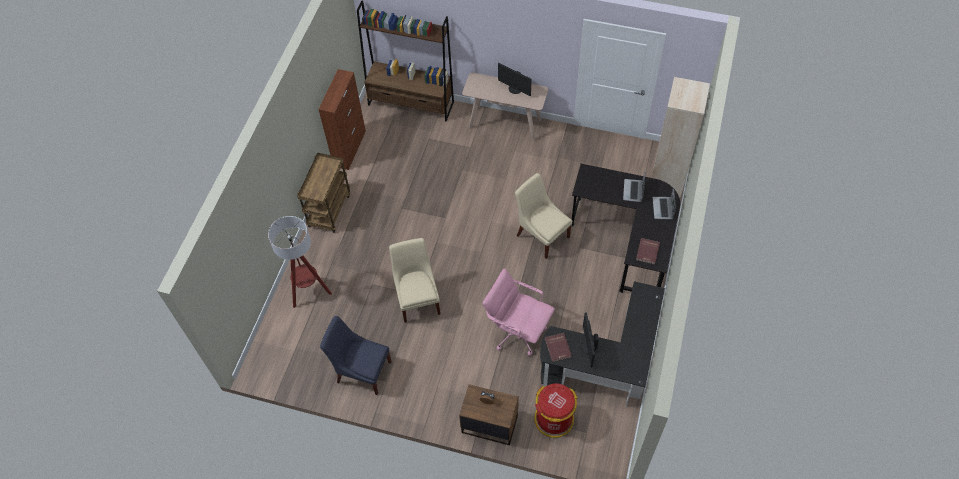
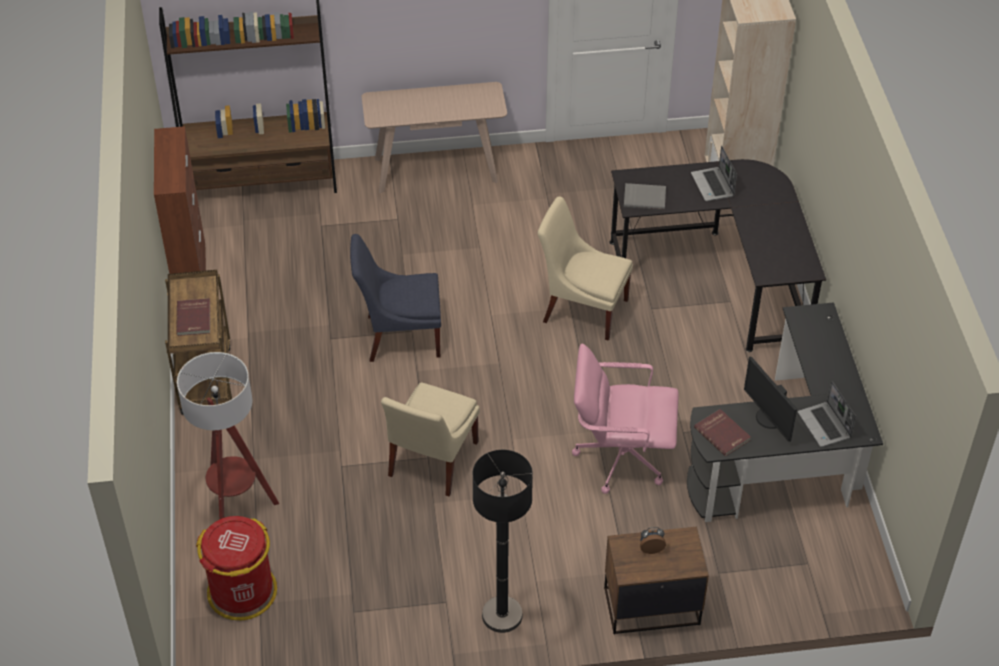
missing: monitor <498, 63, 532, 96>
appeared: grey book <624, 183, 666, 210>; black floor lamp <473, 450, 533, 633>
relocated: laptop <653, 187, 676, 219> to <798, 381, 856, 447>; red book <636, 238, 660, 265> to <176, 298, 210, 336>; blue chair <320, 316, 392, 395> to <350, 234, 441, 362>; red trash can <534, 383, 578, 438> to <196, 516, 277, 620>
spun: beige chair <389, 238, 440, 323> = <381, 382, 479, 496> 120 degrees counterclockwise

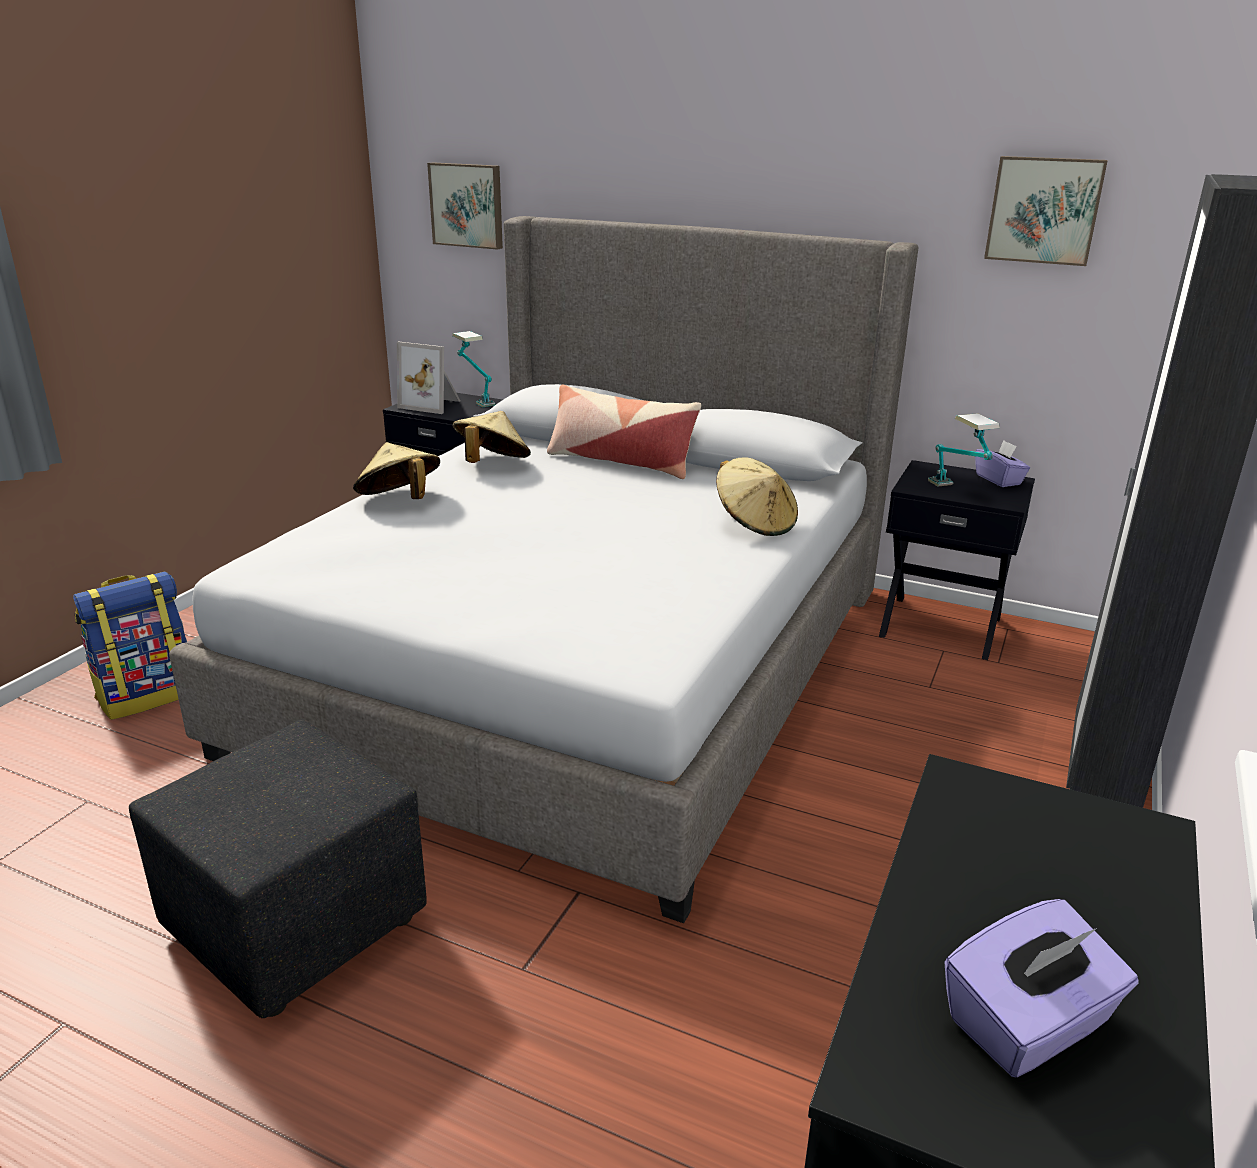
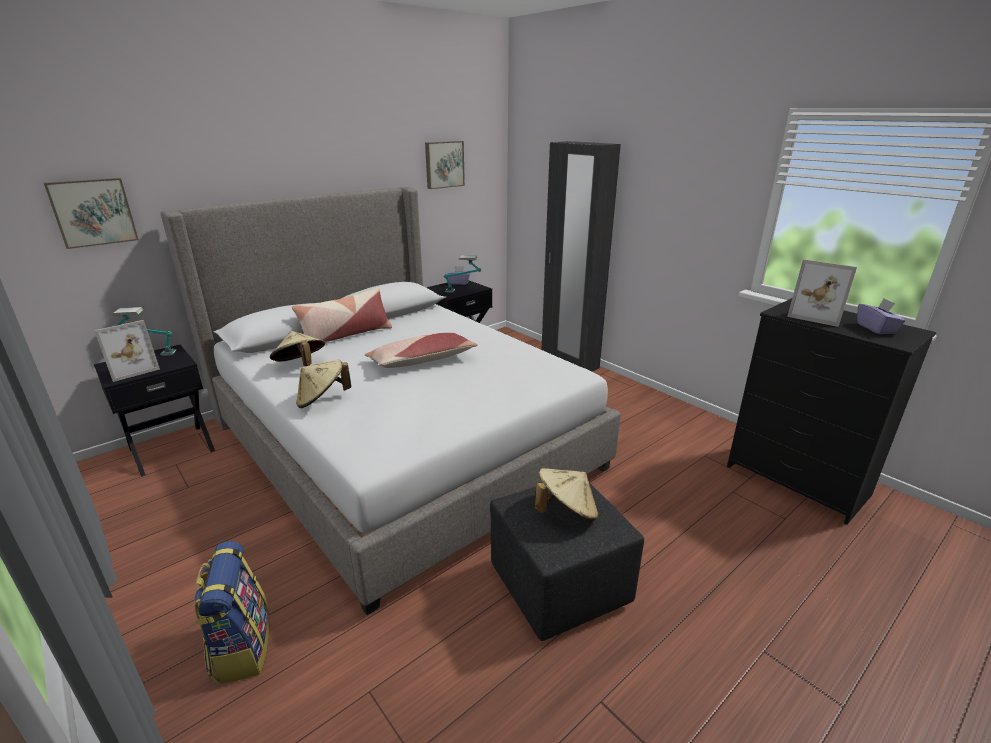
appeared: picture frame <787, 259, 857, 327>; pillow <365, 333, 478, 368>
relocated: beige hat <716, 458, 798, 536> to <535, 468, 599, 521>

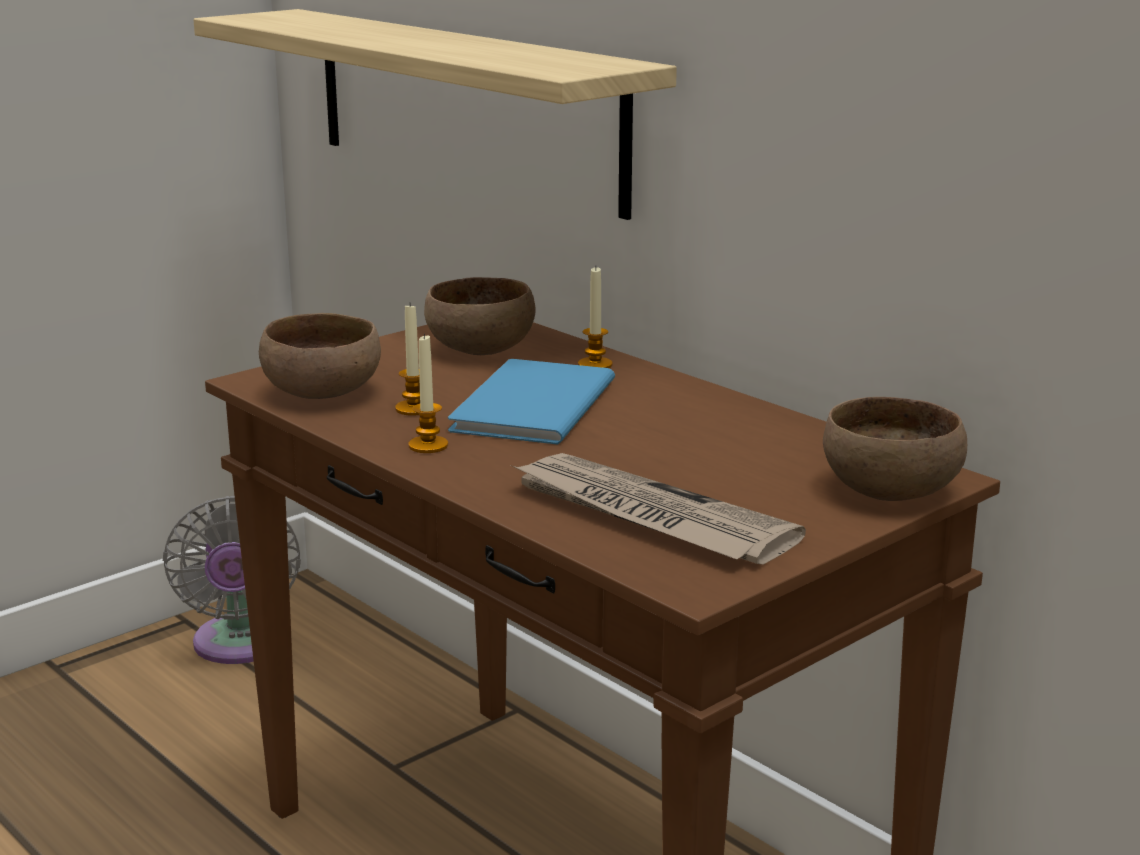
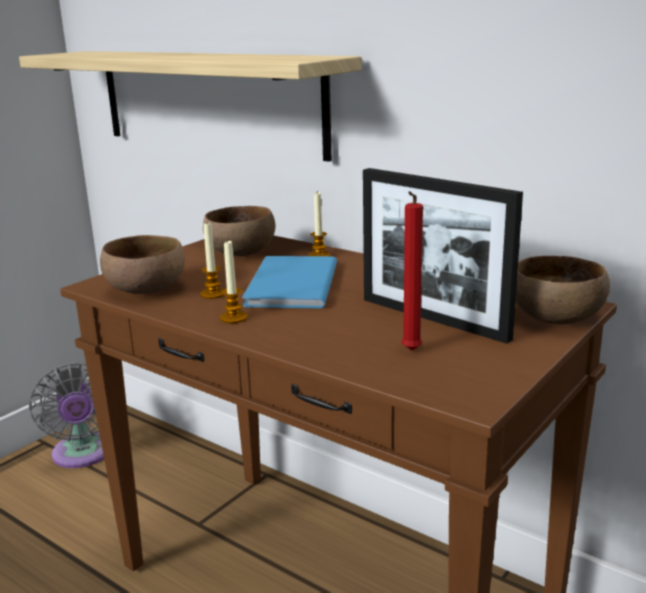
appeared: picture frame <363, 168, 523, 344>
exchanged: newspaper <511, 453, 806, 565> to red candle <401, 191, 423, 351>

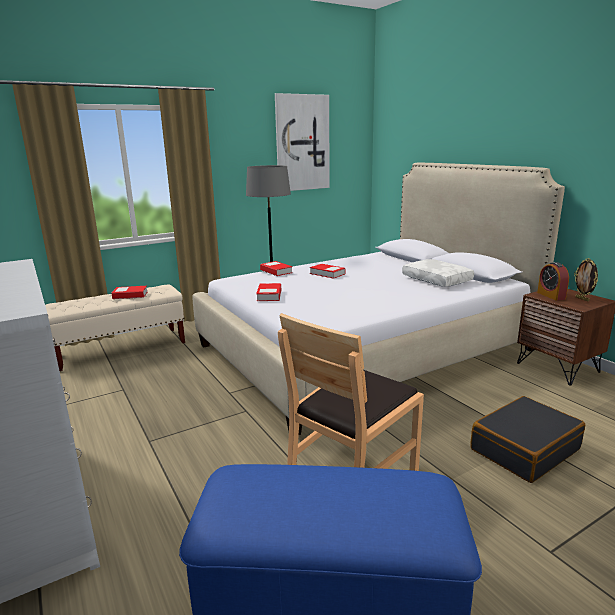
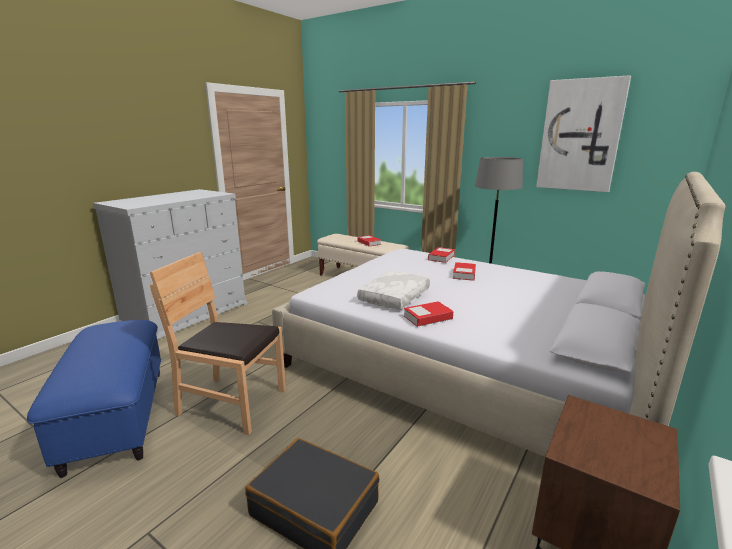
missing: picture frame <574, 258, 598, 302>; alarm clock <537, 262, 569, 301>
relocated: white pillow <402, 259, 474, 287> to <357, 271, 430, 310>; book <256, 283, 281, 301> to <404, 301, 453, 327>

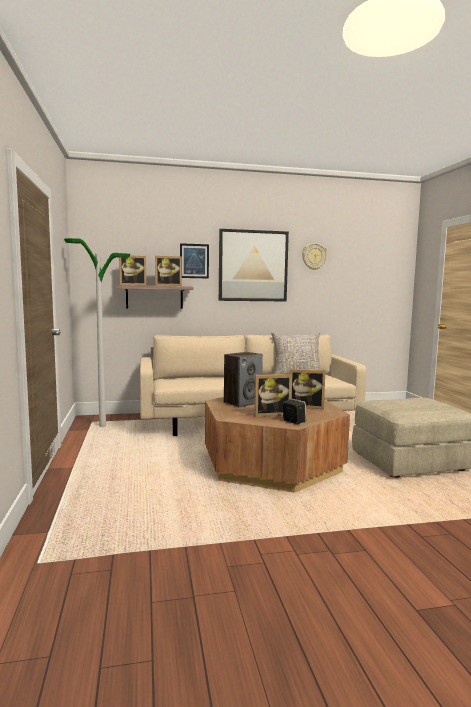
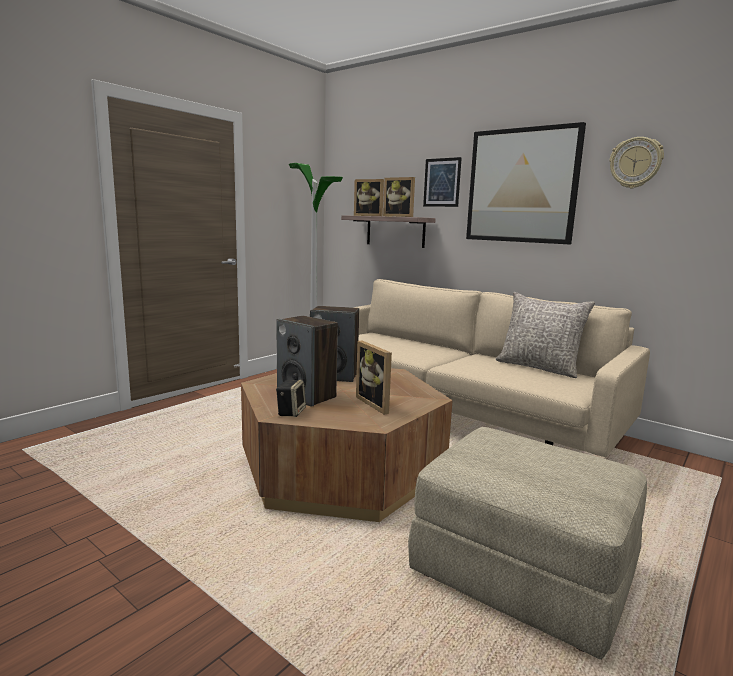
exchanged: picture frame <254, 374, 292, 417> to speaker <276, 316, 338, 407>

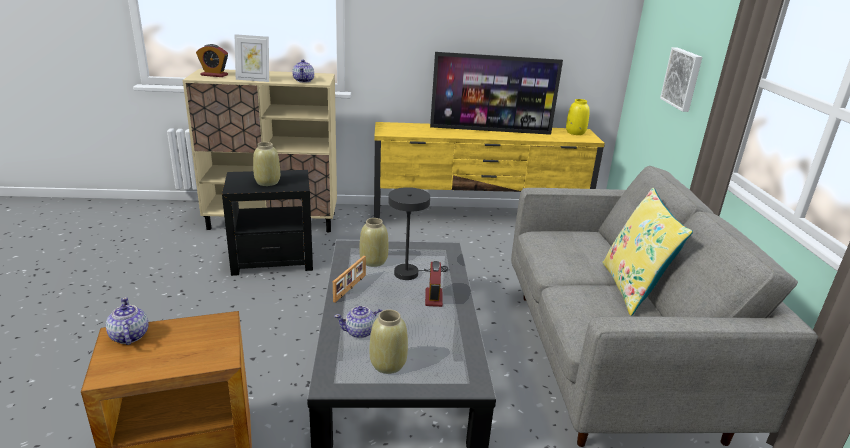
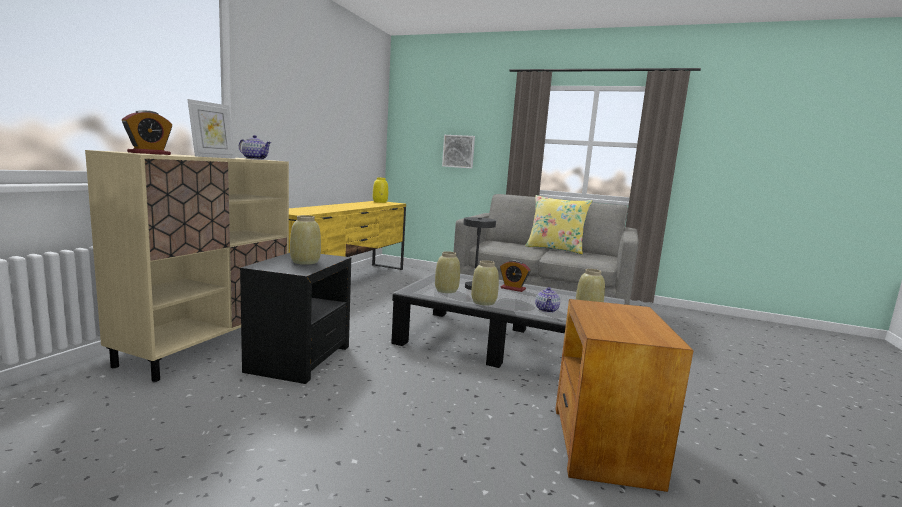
missing: television <430, 52, 563, 135>; teapot <106, 297, 149, 345>
exchanged: picture frame <333, 256, 366, 303> to beige vase <471, 260, 499, 306>

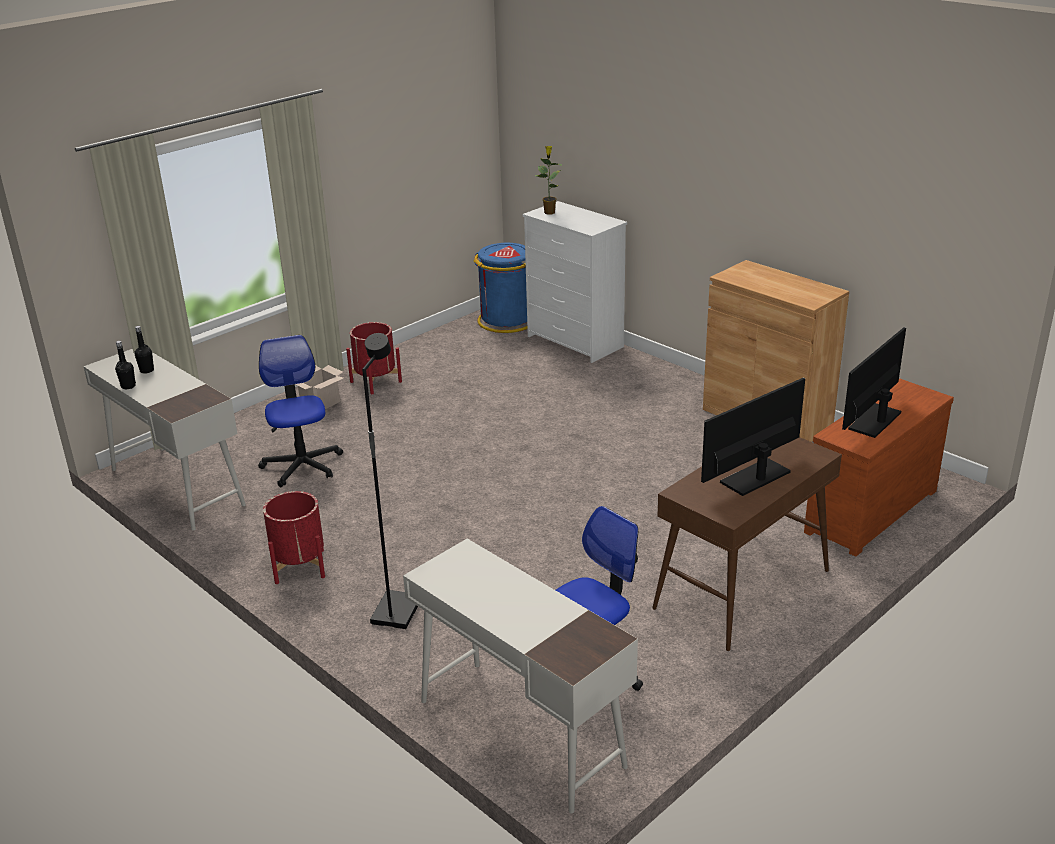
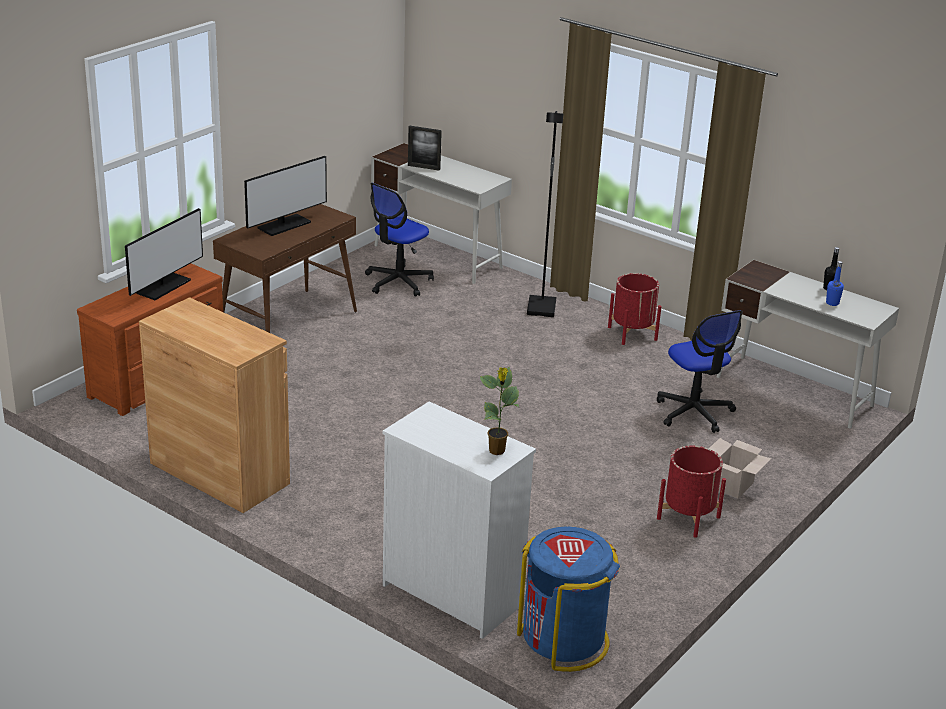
appeared: picture frame <408, 126, 442, 171>
colour: black bottle <134, 326, 154, 374> to blue bottle <826, 261, 844, 306>

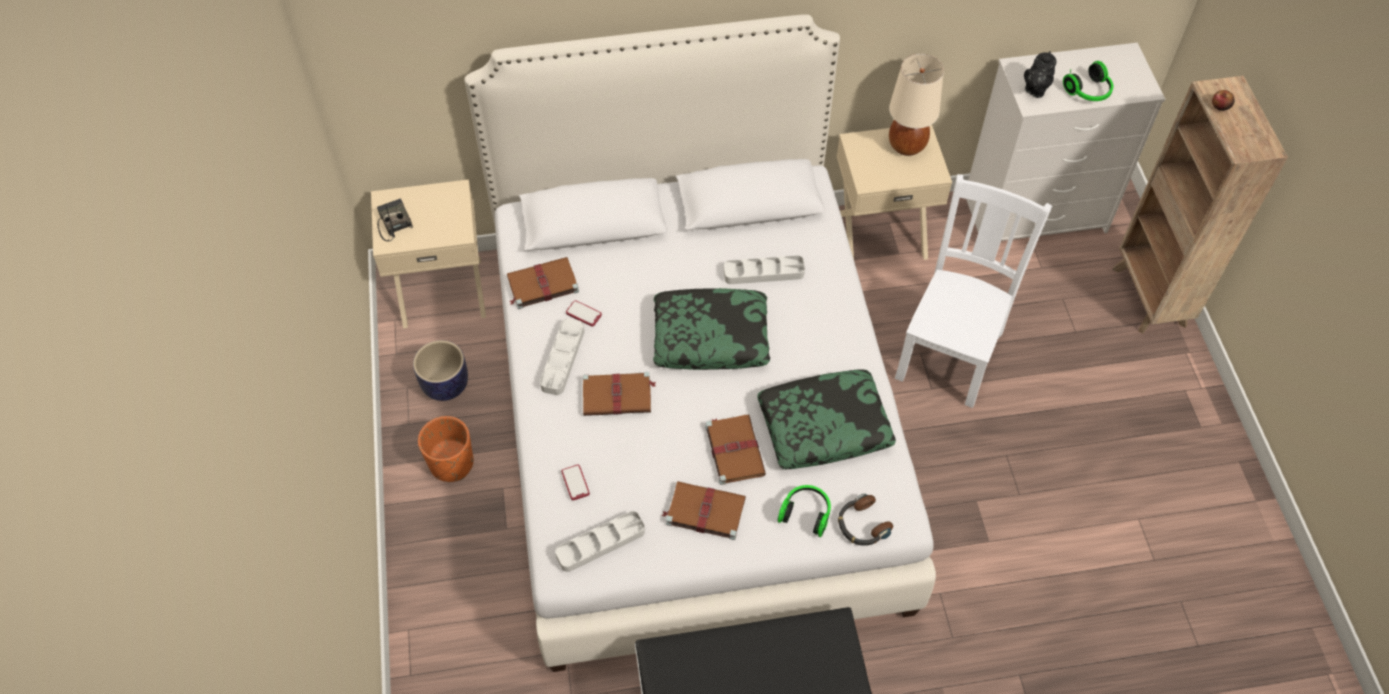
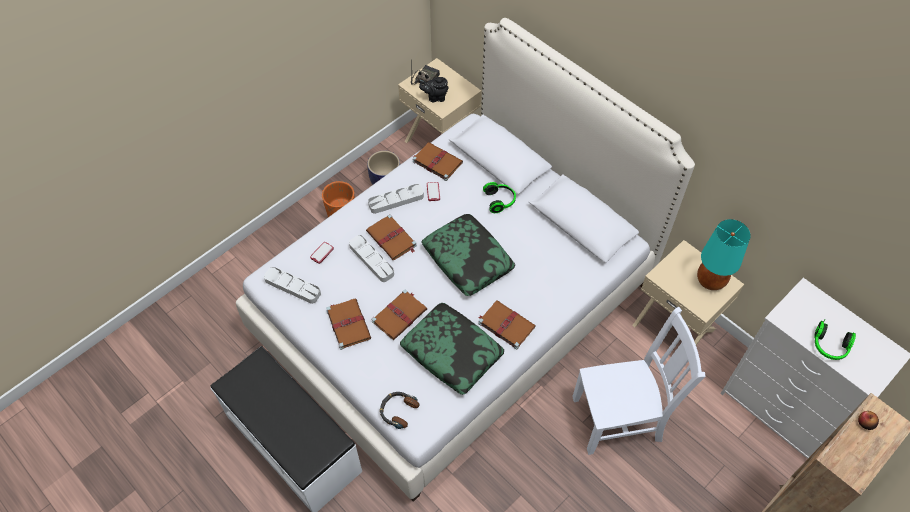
appeared: brown book <478, 300, 536, 350>
relocated: black teapot <1024, 51, 1057, 98> to <419, 77, 449, 103>; grey tray <724, 255, 805, 284> to <349, 235, 394, 282>; headphones <778, 485, 831, 537> to <483, 182, 516, 213>
colour: beige table lamp <889, 54, 944, 156> to turquoise table lamp <697, 219, 751, 290>

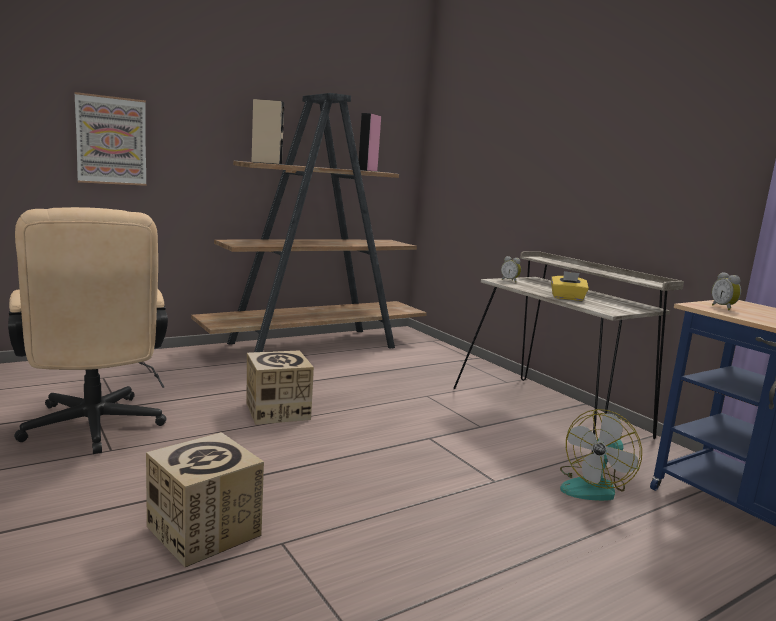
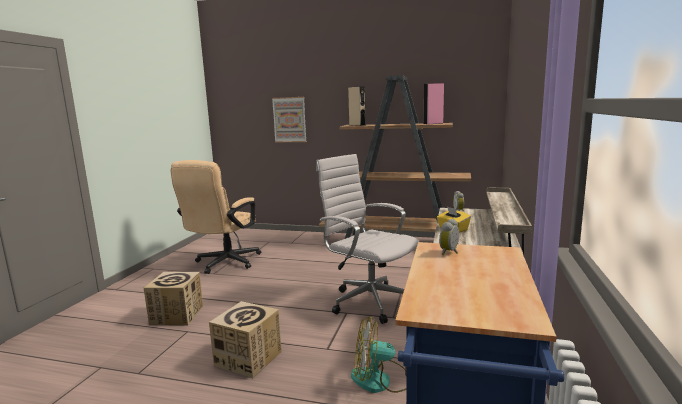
appeared: white office chair <316, 154, 419, 324>
relocated: cardboard box <246, 350, 314, 425> to <209, 301, 282, 378>

